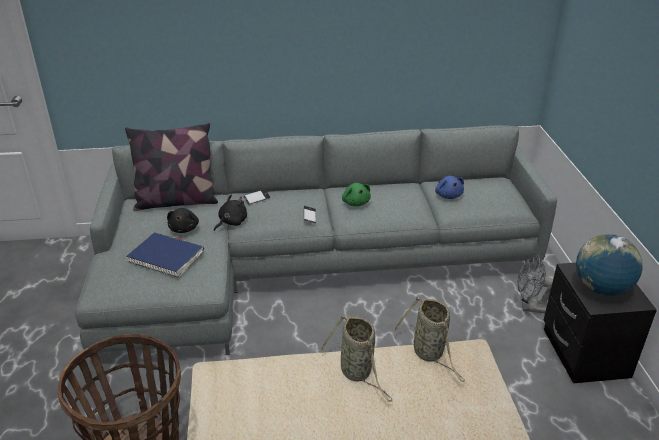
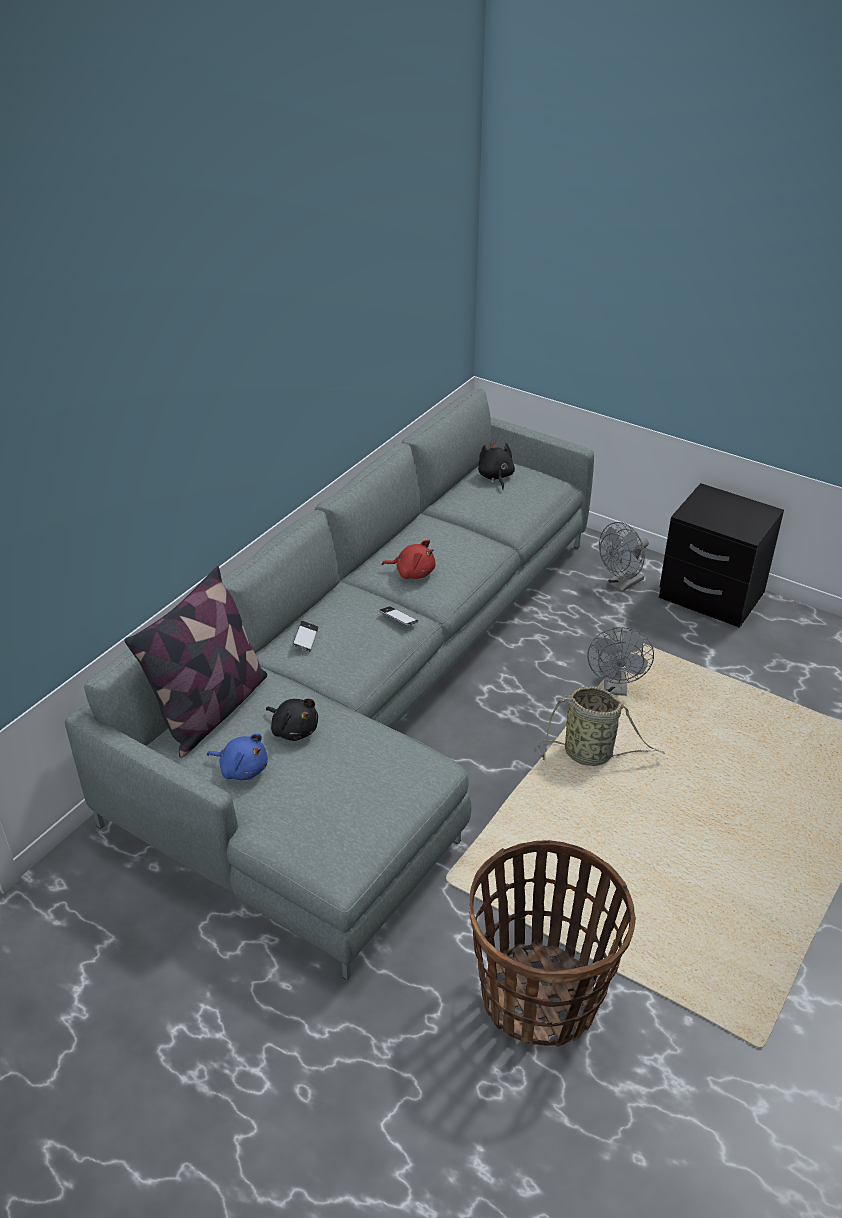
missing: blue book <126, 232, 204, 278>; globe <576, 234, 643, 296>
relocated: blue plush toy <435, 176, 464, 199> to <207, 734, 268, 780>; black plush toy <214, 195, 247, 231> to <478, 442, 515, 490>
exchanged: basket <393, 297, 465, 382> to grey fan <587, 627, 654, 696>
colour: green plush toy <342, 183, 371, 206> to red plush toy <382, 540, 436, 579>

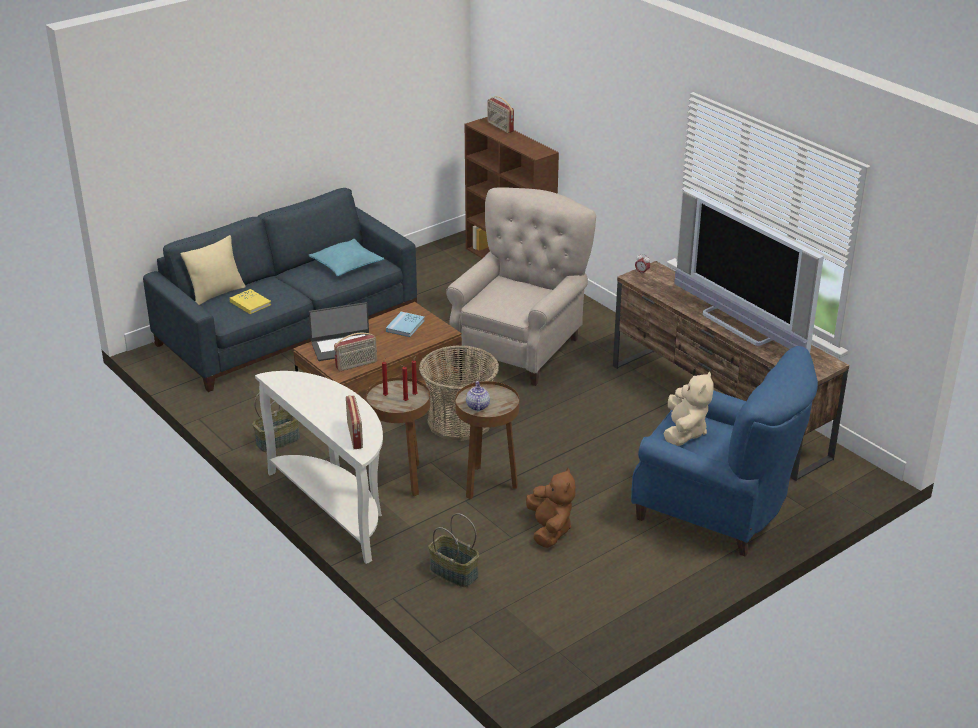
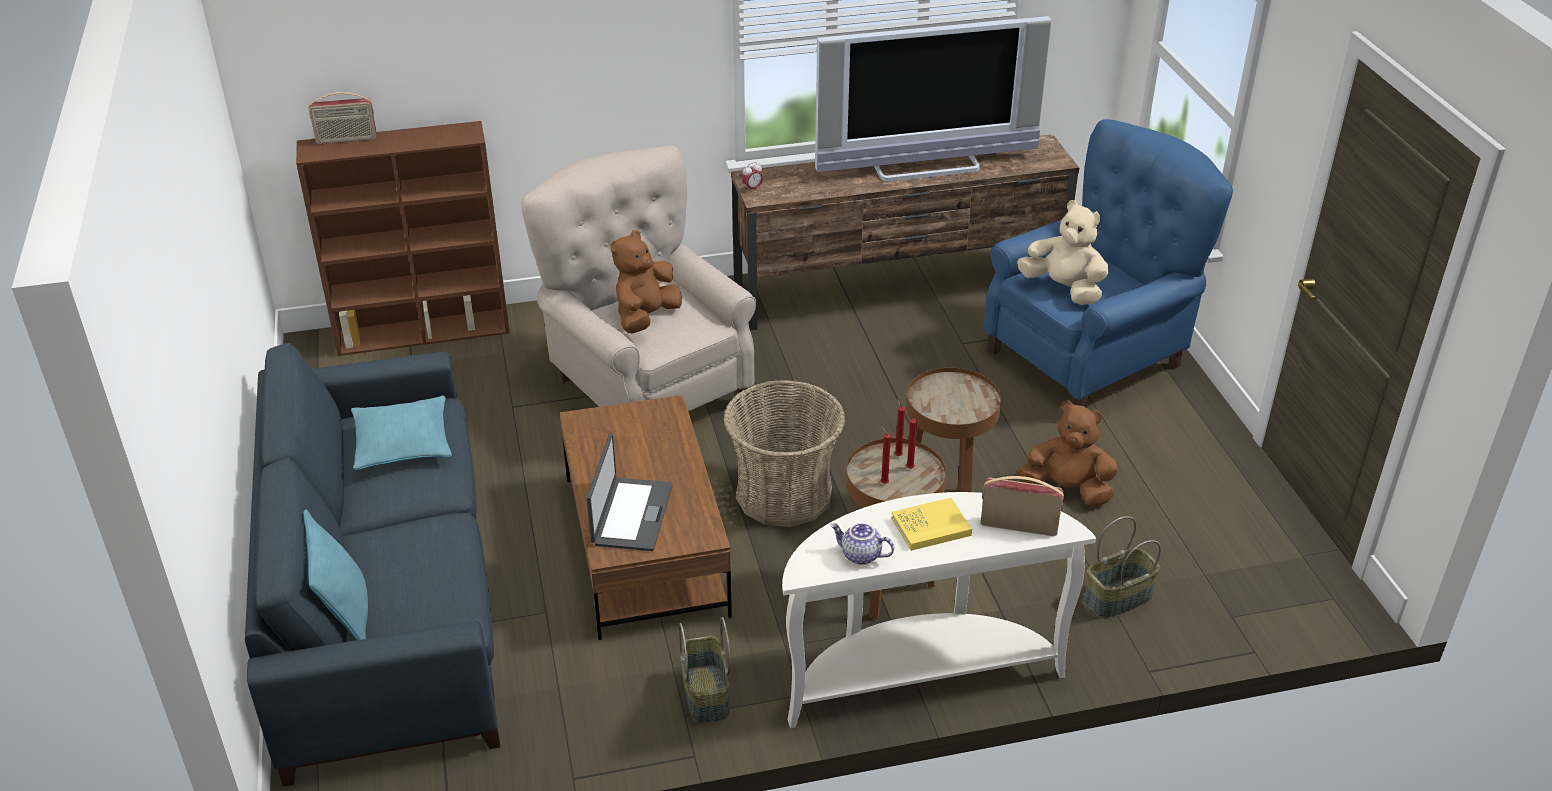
missing: blue book <386, 312, 425, 337>; radio <334, 333, 377, 371>
appeared: brown plush toy <610, 230, 682, 334>
relocated: yellow book <229, 289, 271, 314> to <891, 498, 972, 551>; teapot <466, 381, 490, 411> to <830, 523, 894, 565>
colour: beige pillow <181, 235, 246, 305> to turquoise pillow <303, 509, 368, 640>

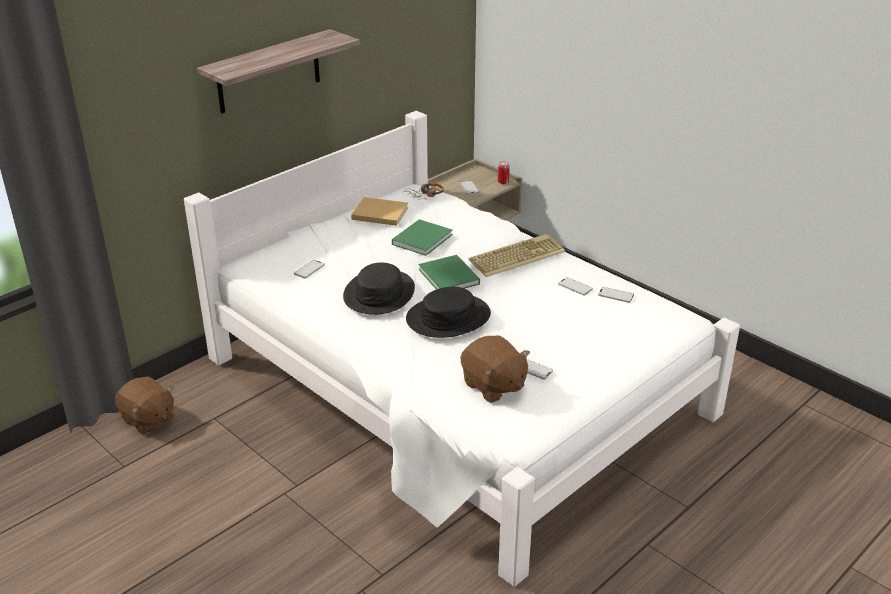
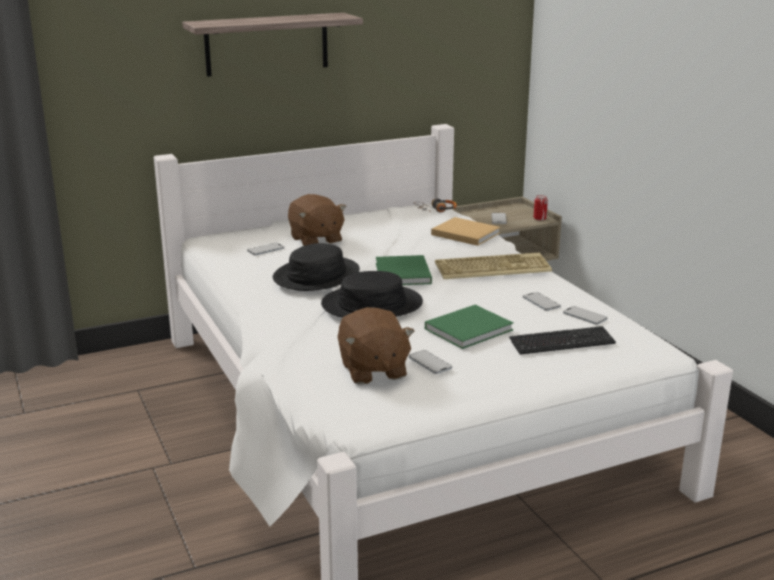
appeared: keyboard <509, 326, 616, 355>
relocated: beige book <351, 197, 408, 226> to <431, 217, 501, 246>; green book <392, 219, 453, 256> to <425, 305, 513, 349>; brown plush toy <115, 376, 174, 435> to <288, 194, 346, 246>

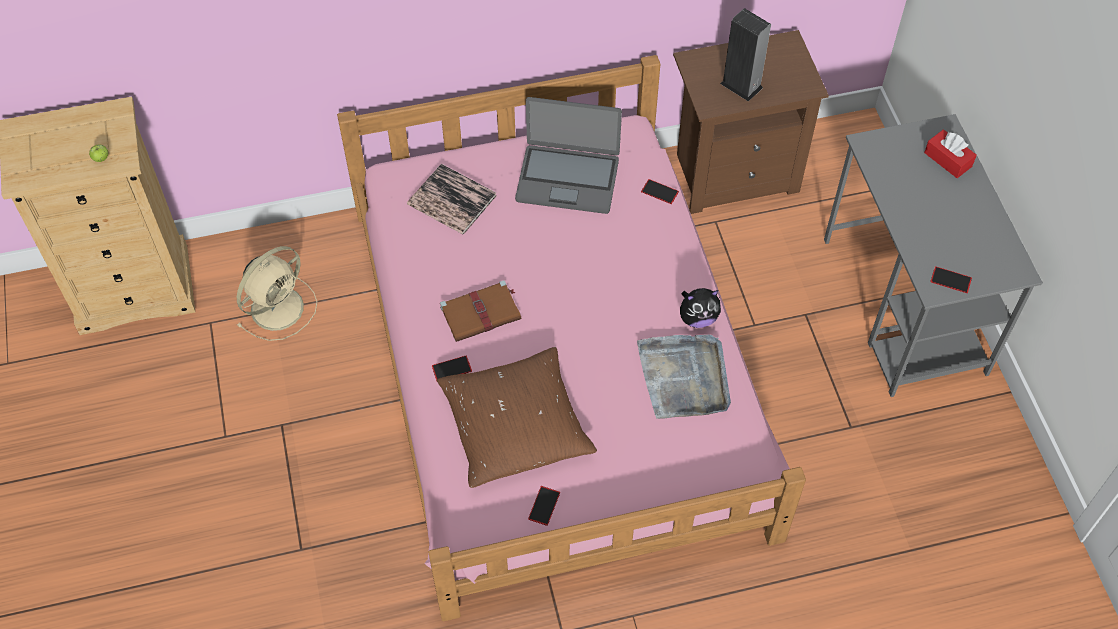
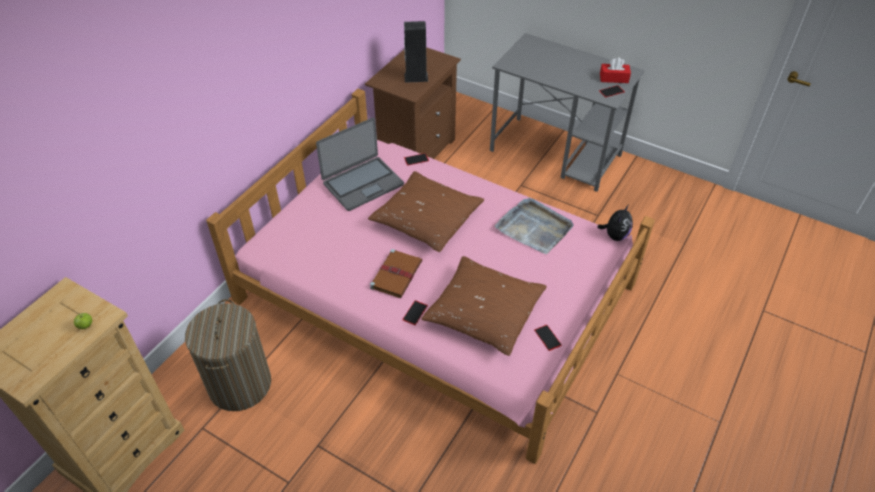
missing: book <407, 164, 496, 234>
appeared: brown pillow <368, 171, 484, 252>
relocated: red tissue box <924, 129, 977, 178> to <600, 57, 631, 83>; plush toy <680, 288, 721, 328> to <598, 206, 633, 241>
exchanged: beige fan <237, 246, 317, 341> to laundry basket <185, 299, 271, 411>

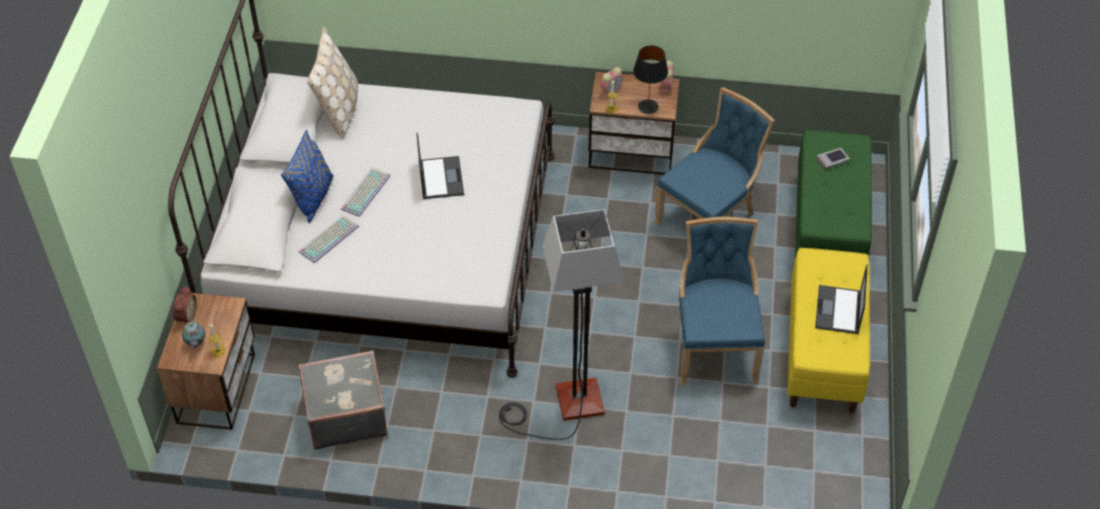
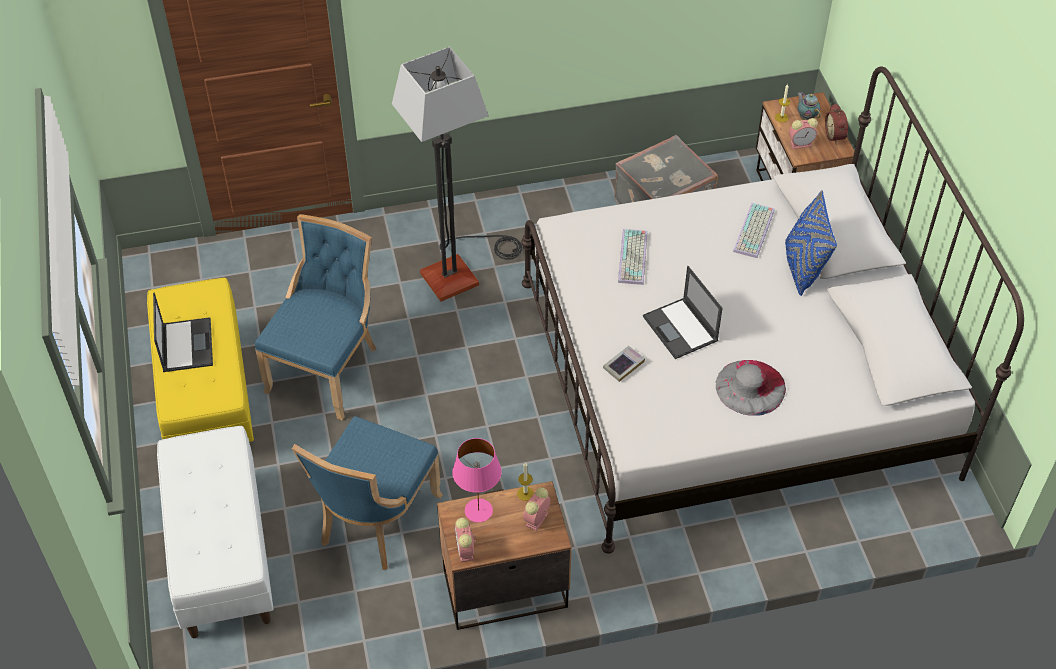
missing: beige pillow <307, 27, 358, 139>
appeared: alarm clock <789, 118, 818, 149>; grey hat <716, 360, 786, 416>
relocated: book <816, 148, 850, 169> to <603, 346, 645, 382>; keyboard <341, 168, 390, 217> to <618, 229, 647, 285>
colour: black table lamp <633, 45, 668, 114> to pink table lamp <452, 438, 502, 522>; green bench <795, 130, 872, 258> to white bench <157, 426, 274, 638>
spun: blue chair <679, 217, 765, 386> = <255, 214, 376, 421> 135 degrees counterclockwise

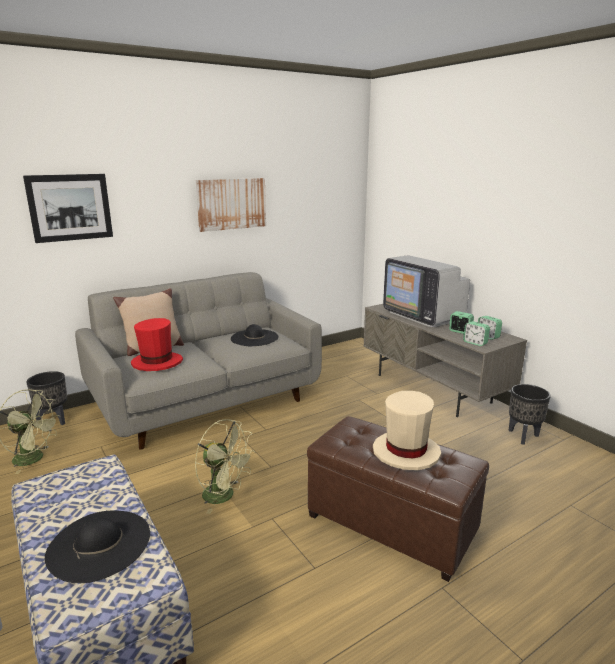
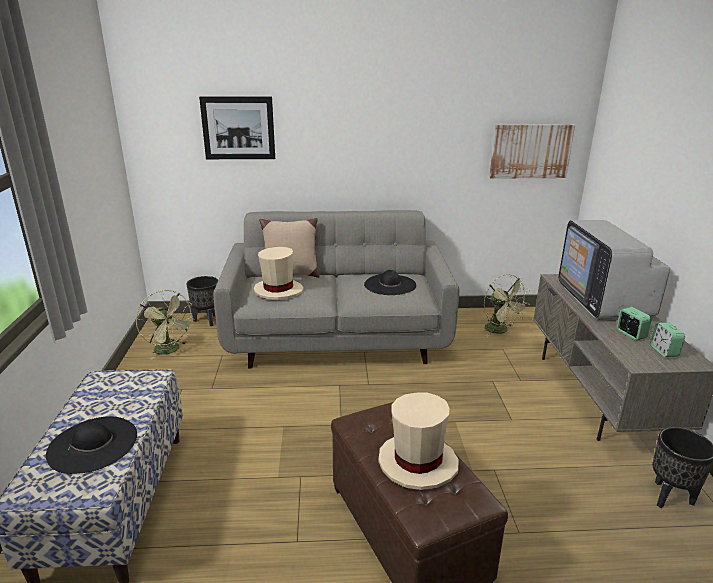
missing: alarm clock <463, 321, 490, 346>
relocated: picture <196, 178, 266, 232> to <489, 124, 575, 179>; green fan <195, 419, 255, 514> to <484, 274, 530, 337>
colour: red hat <131, 318, 183, 371> to beige hat <254, 247, 303, 300>

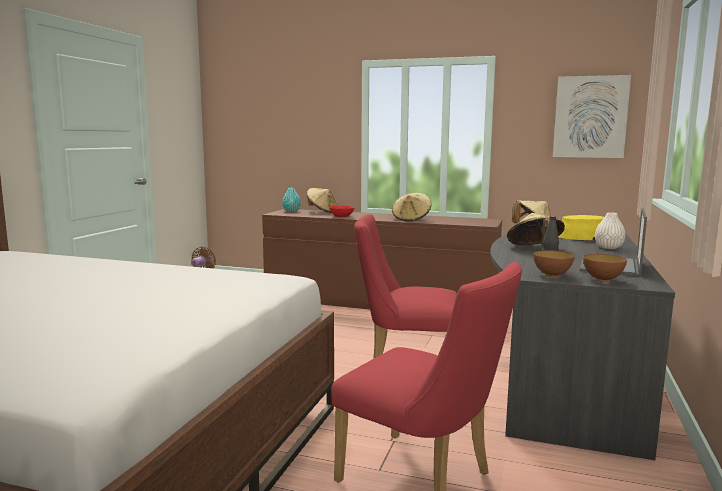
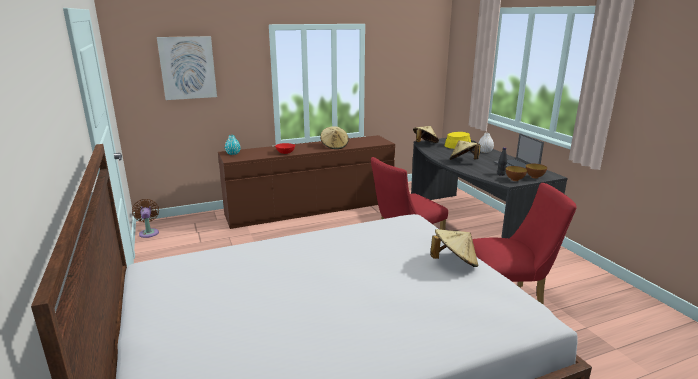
relocated: picture <553, 75, 631, 158> to <157, 36, 217, 100>; beige hat <307, 188, 338, 213> to <430, 229, 478, 267>

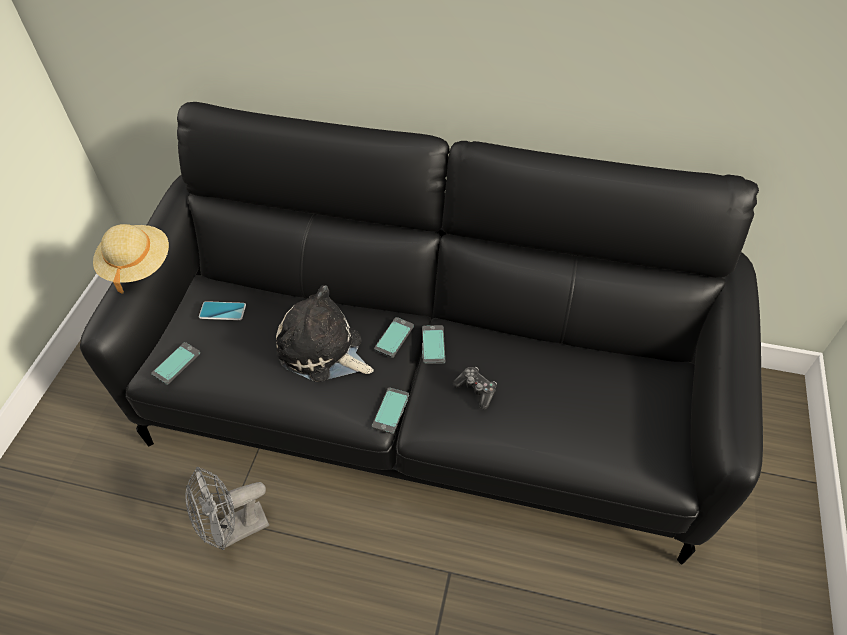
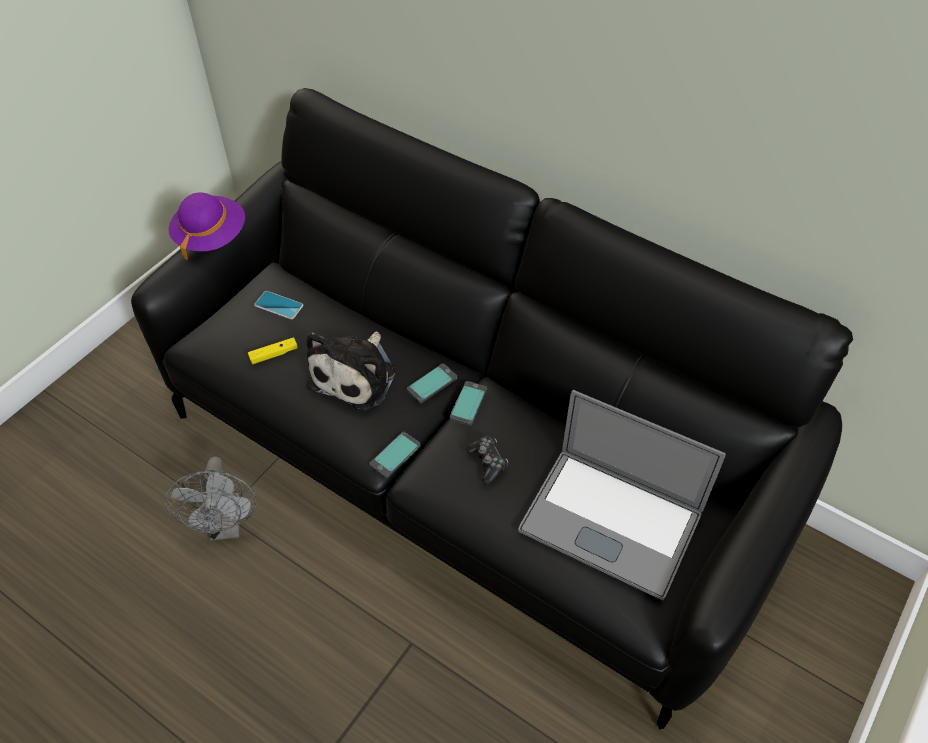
missing: phone <151, 342, 200, 385>
appeared: yellow game controller <248, 337, 298, 364>; laptop <518, 390, 726, 601>
colour: beige hat <93, 224, 169, 294> to purple hat <169, 192, 245, 260>
spun: plush toy <276, 285, 374, 382> = <306, 332, 396, 411> 120 degrees counterclockwise; grey fan <185, 467, 269, 550> = <165, 456, 257, 541> 90 degrees counterclockwise

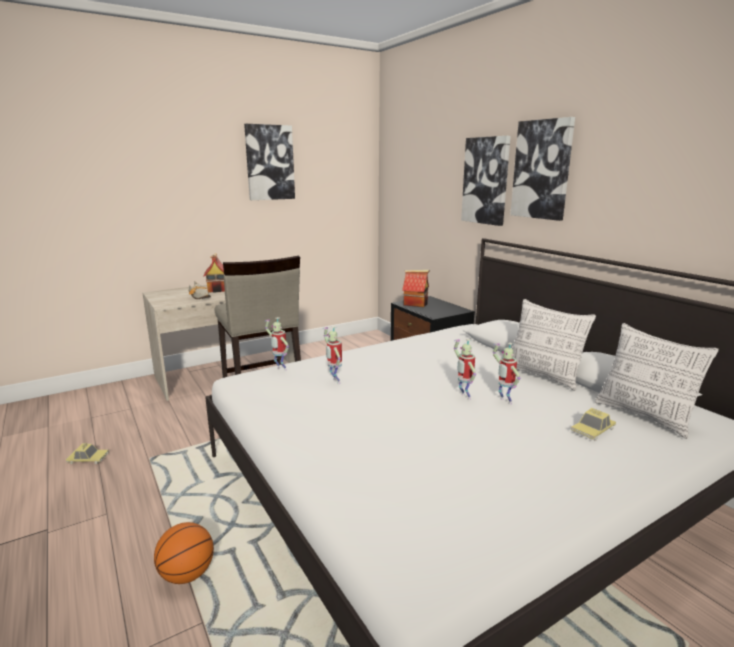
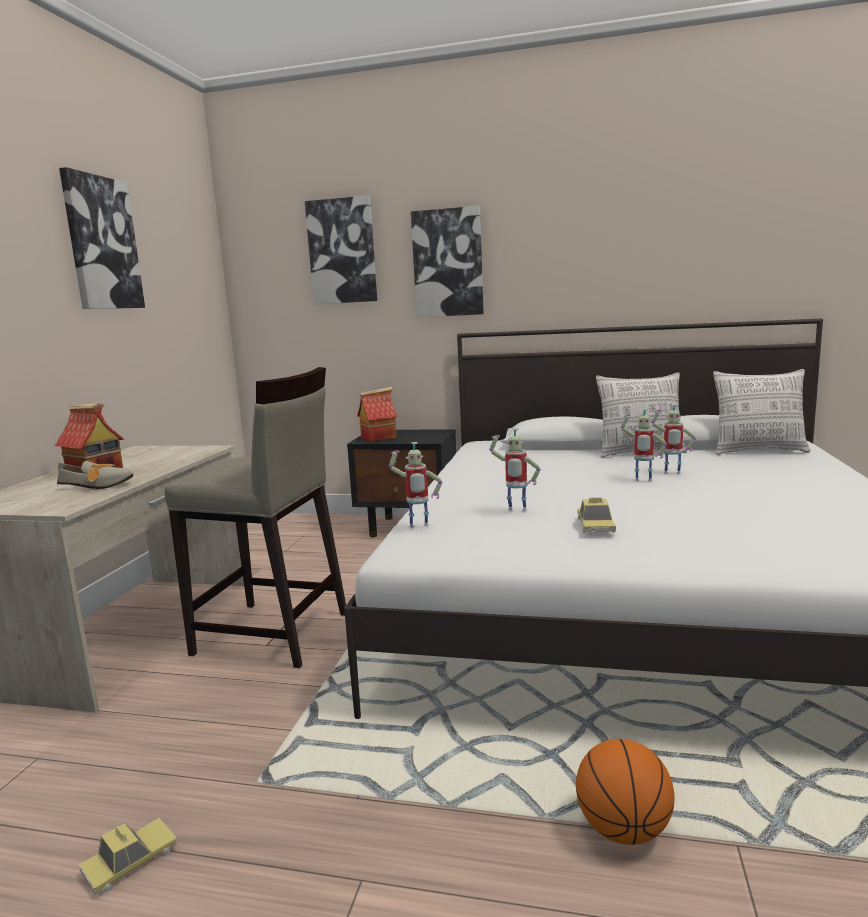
relocated: picture <510, 117, 575, 221> to <305, 195, 377, 304>; toy car <571, 408, 616, 441> to <577, 497, 616, 533>

